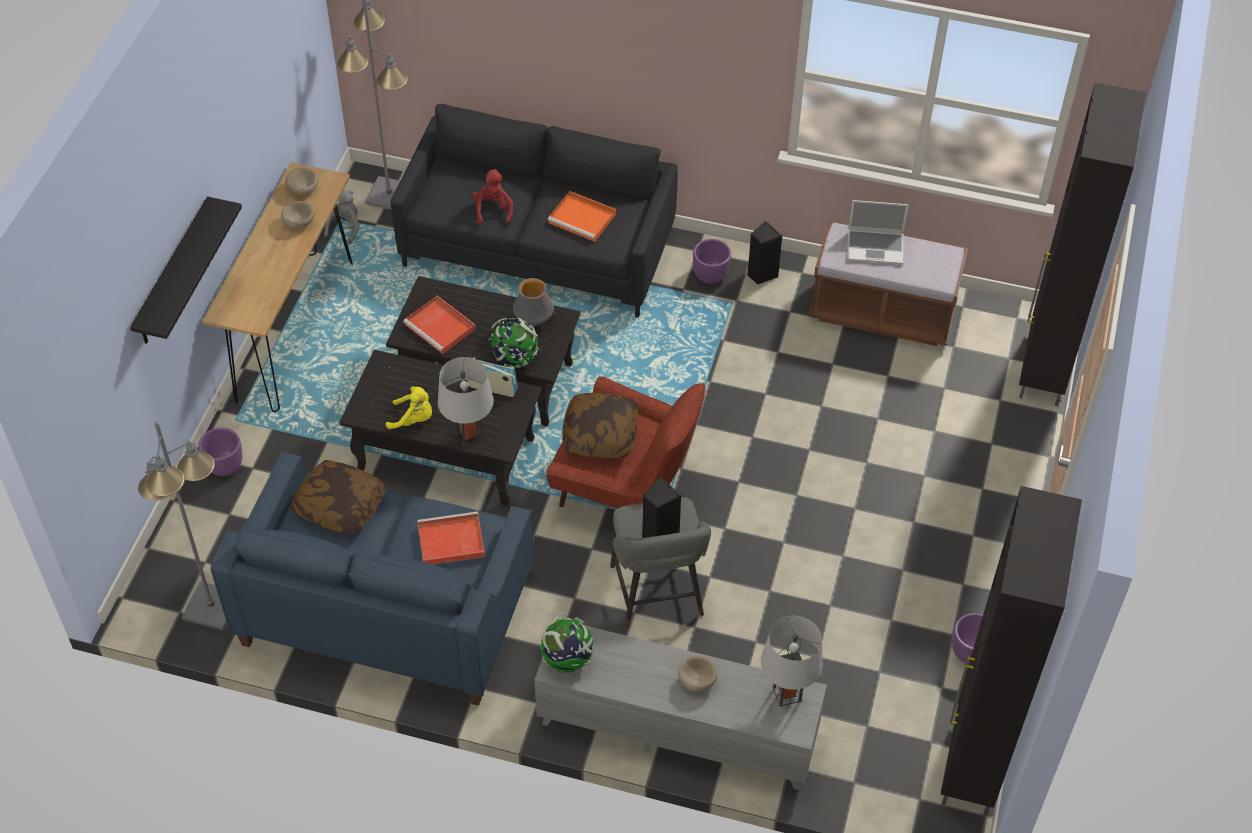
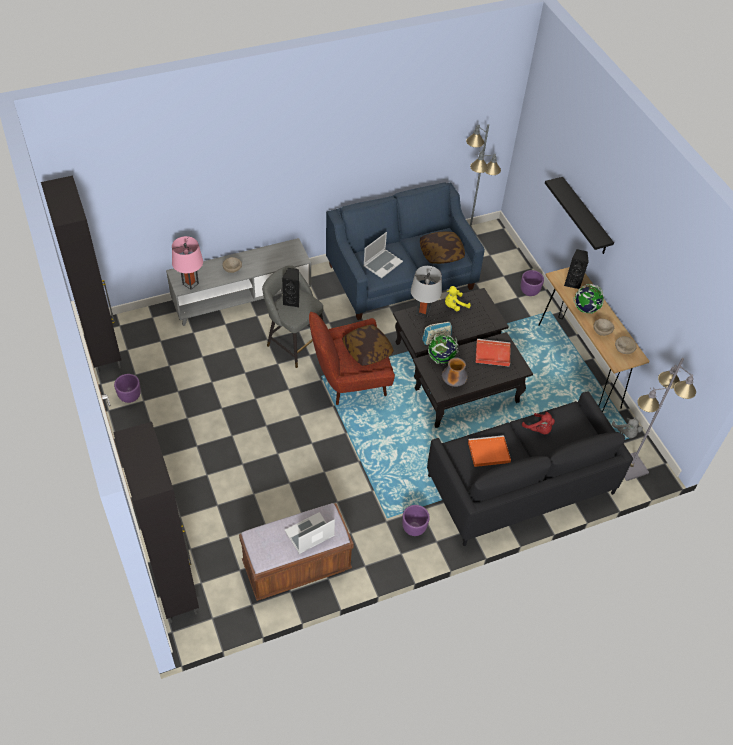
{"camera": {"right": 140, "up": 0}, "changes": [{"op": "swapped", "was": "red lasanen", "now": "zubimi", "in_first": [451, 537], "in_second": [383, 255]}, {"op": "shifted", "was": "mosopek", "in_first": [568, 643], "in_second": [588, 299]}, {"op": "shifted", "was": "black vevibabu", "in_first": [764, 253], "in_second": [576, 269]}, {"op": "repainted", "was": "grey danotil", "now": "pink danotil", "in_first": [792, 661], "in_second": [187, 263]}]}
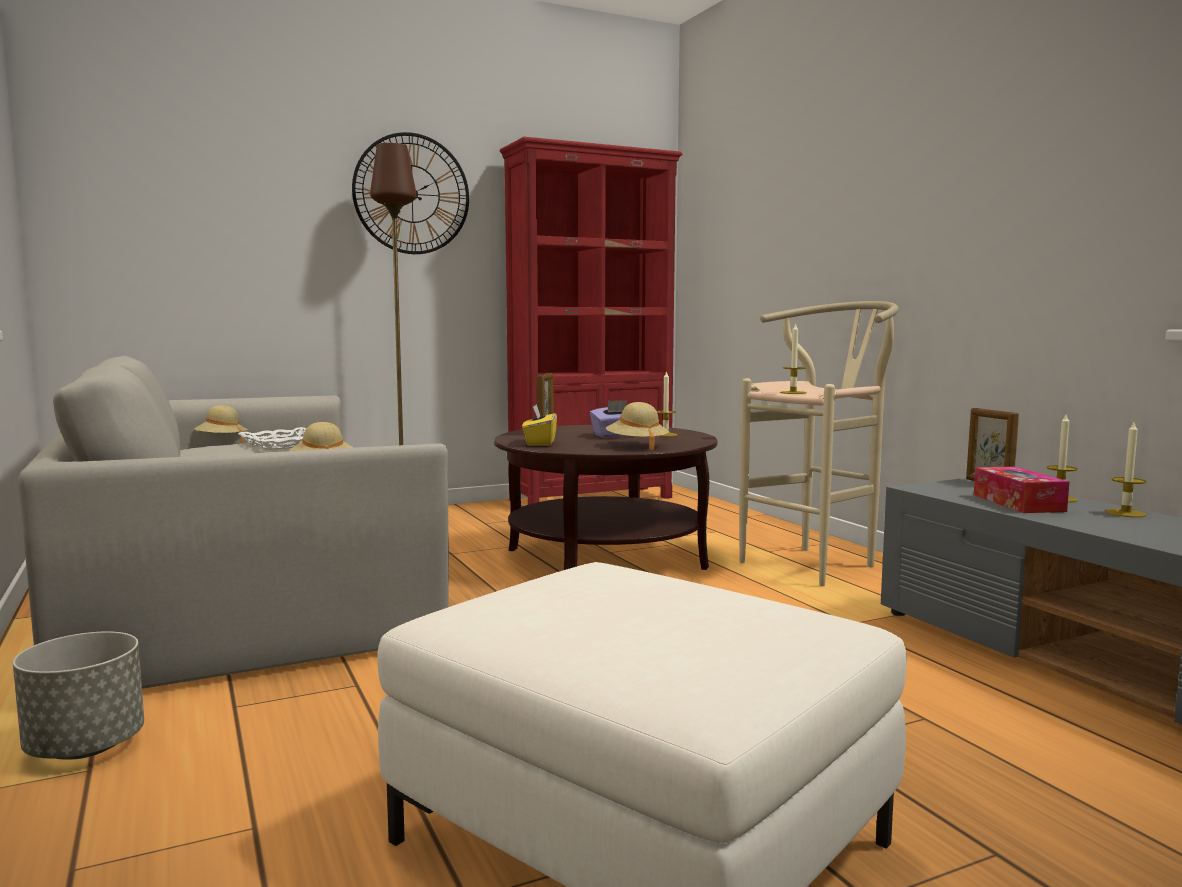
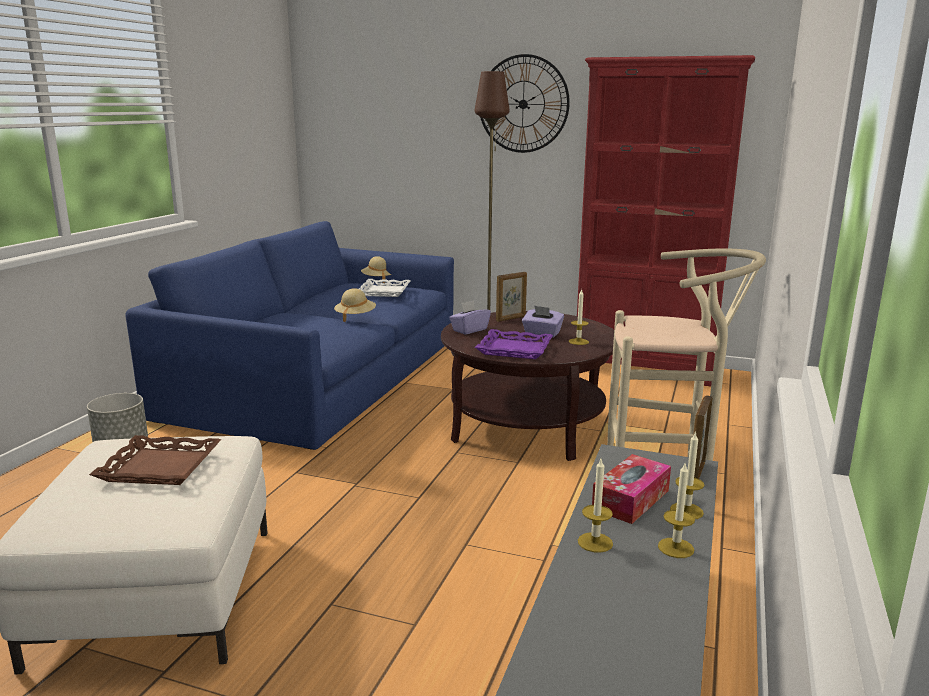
{"camera": {"right": 45, "up": 10}, "changes": [{"op": "repainted", "was": "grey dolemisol", "now": "blue dolemisol", "in_first": [233, 522], "in_second": [290, 335]}, {"op": "repainted", "was": "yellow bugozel", "now": "purple bugozel", "in_first": [539, 425], "in_second": [470, 317]}, {"op": "swapped", "was": "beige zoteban", "now": "purple lasanen", "in_first": [637, 426], "in_second": [514, 344]}, {"op": "shifted", "was": "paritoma", "in_first": [793, 358], "in_second": [595, 506]}, {"op": "new", "now": "brown lasanen", "in_second": [155, 460]}]}
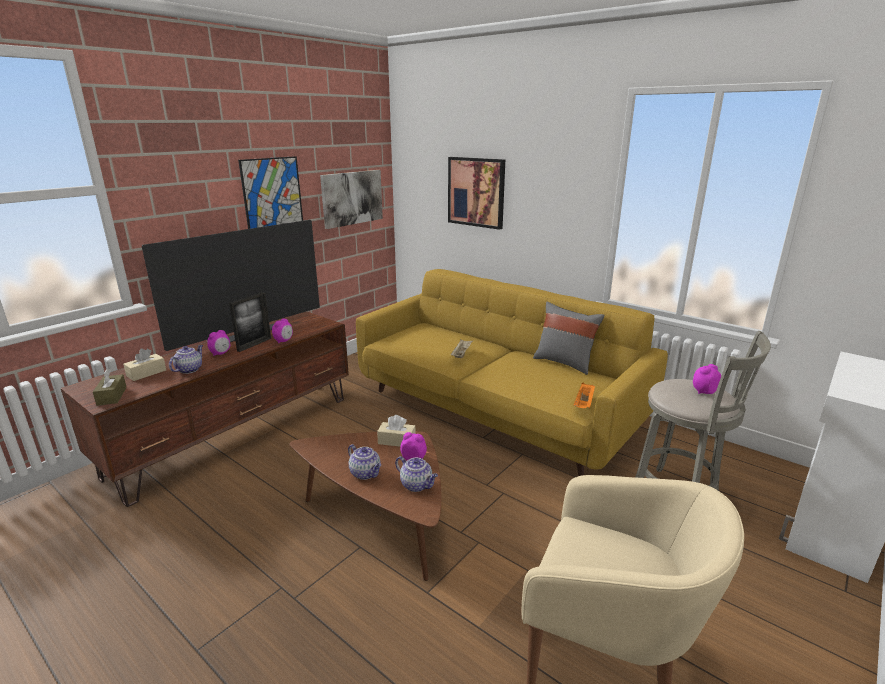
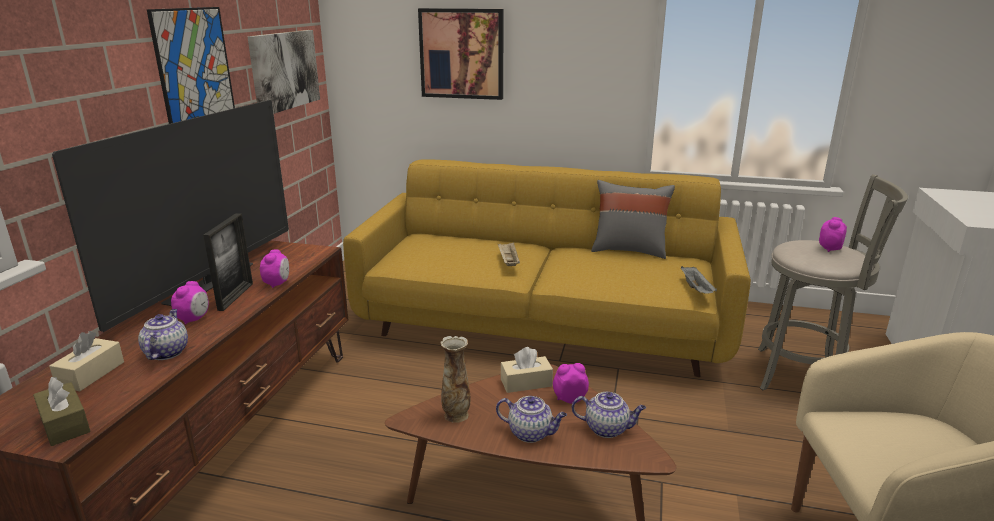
{"camera": {"right": -25, "up": 0}, "changes": [{"op": "repainted", "was": "orange lasanen", "now": "grey lasanen", "in_first": [584, 395], "in_second": [699, 280]}, {"op": "new", "now": "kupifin", "in_second": [455, 379]}]}
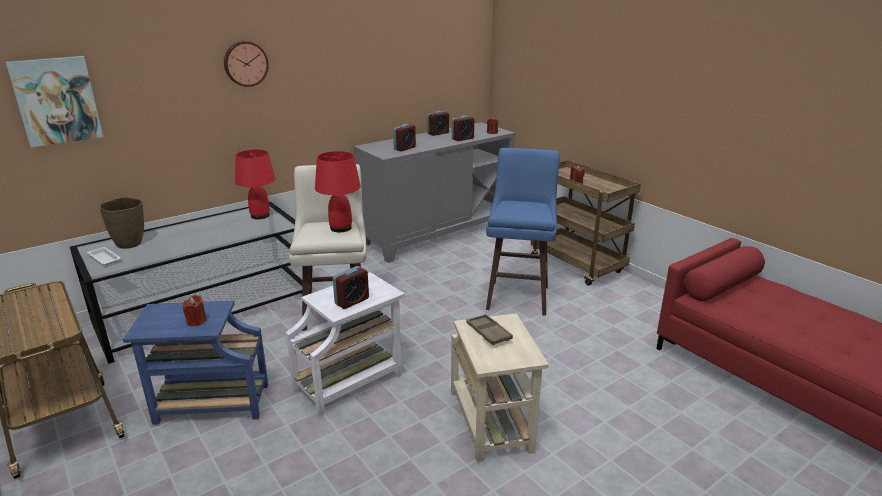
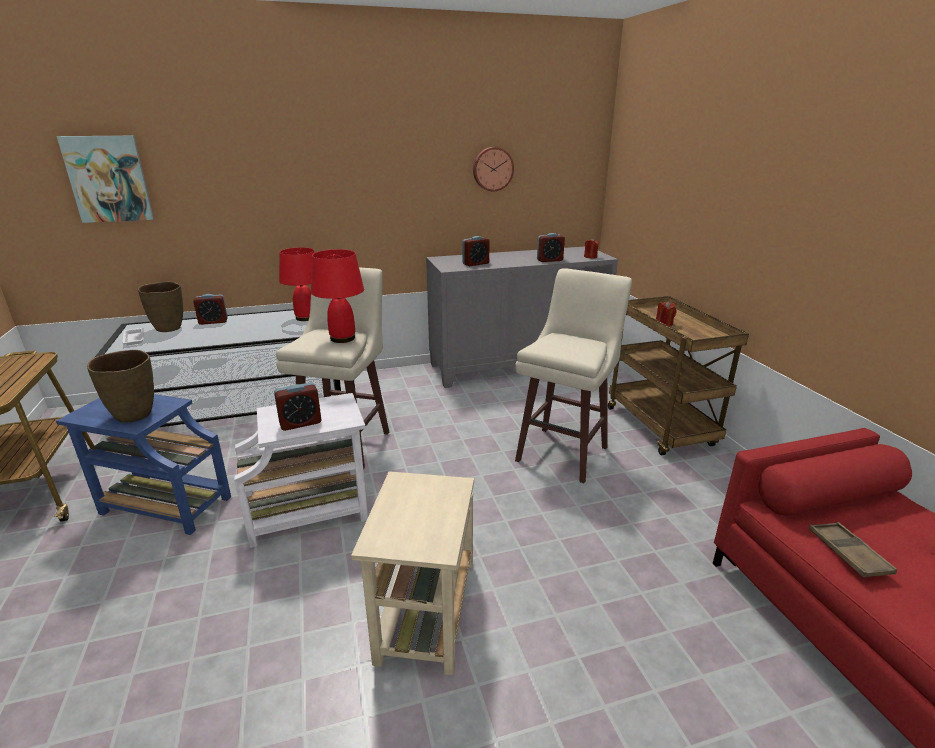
{"camera": {"right": 20, "up": 0}, "changes": [{"op": "swapped", "was": "red paritoma", "now": "brown kupifin", "in_first": [194, 310], "in_second": [120, 386]}, {"op": "shifted", "was": "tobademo", "in_first": [246, 64], "in_second": [493, 169]}, {"op": "shifted", "was": "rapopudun", "in_first": [438, 123], "in_second": [210, 309]}, {"op": "shifted", "was": "brown lasanen", "in_first": [489, 329], "in_second": [853, 549]}, {"op": "repainted", "was": "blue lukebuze", "now": "beige lukebuze", "in_first": [523, 232], "in_second": [573, 375]}]}
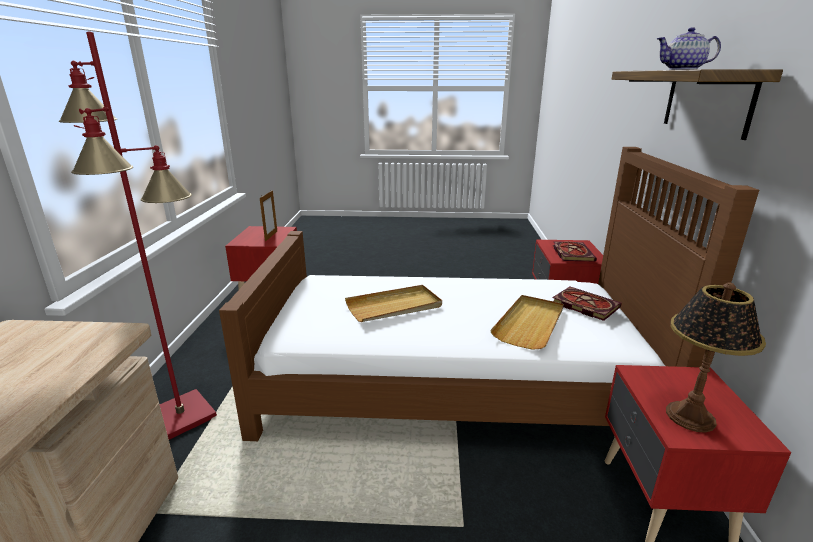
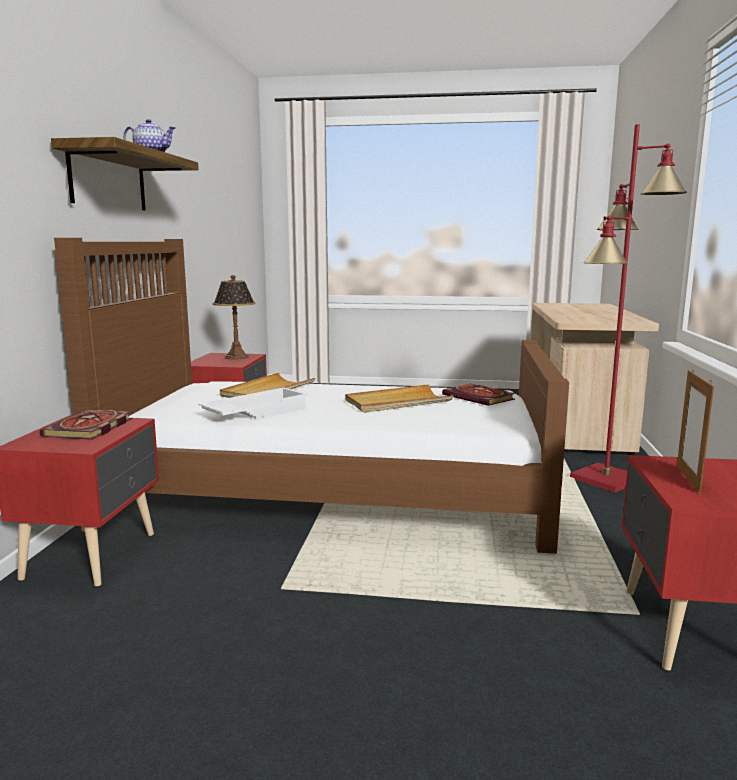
{"camera": {"right": -175, "up": -10}, "changes": [{"op": "shifted", "was": "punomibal", "in_first": [587, 304], "in_second": [478, 395]}, {"op": "new", "now": "white lasanen", "in_second": [253, 402]}]}
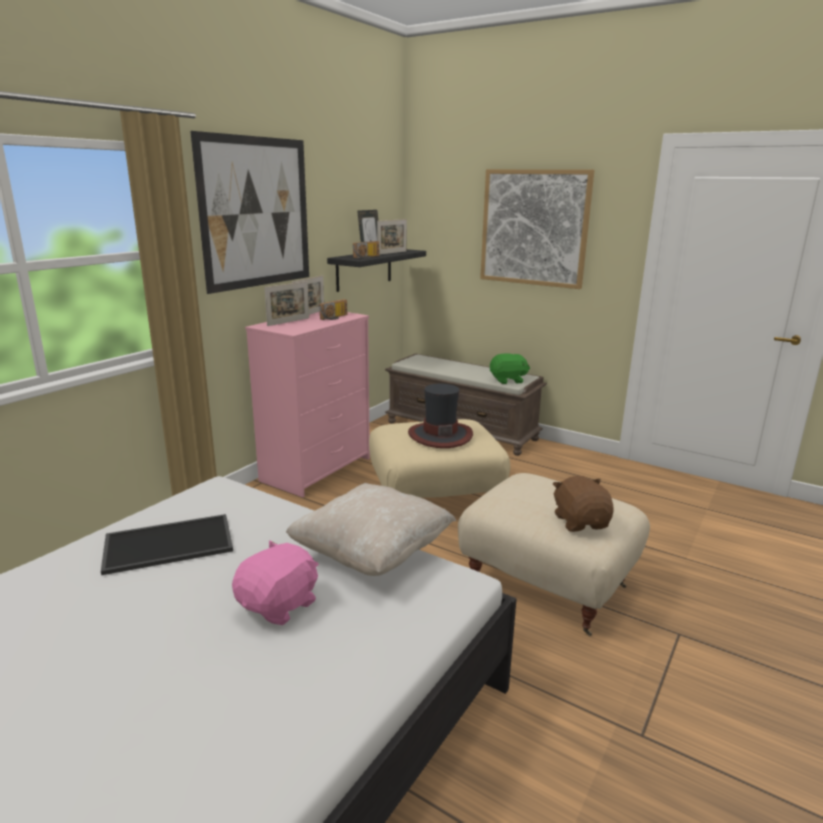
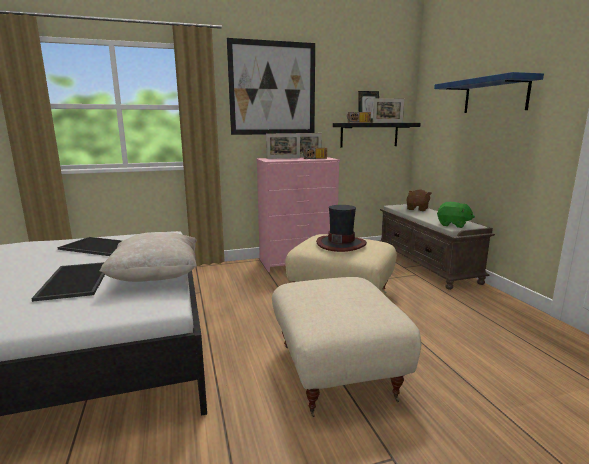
{"camera": {"right": 40, "up": -5}, "changes": [{"op": "swapped", "was": "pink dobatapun", "now": "lasanen", "in_first": [275, 583], "in_second": [68, 282]}, {"op": "swapped", "was": "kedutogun", "now": "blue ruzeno", "in_first": [537, 229], "in_second": [489, 92]}, {"op": "shifted", "was": "brown dobatapun", "in_first": [583, 504], "in_second": [419, 200]}]}
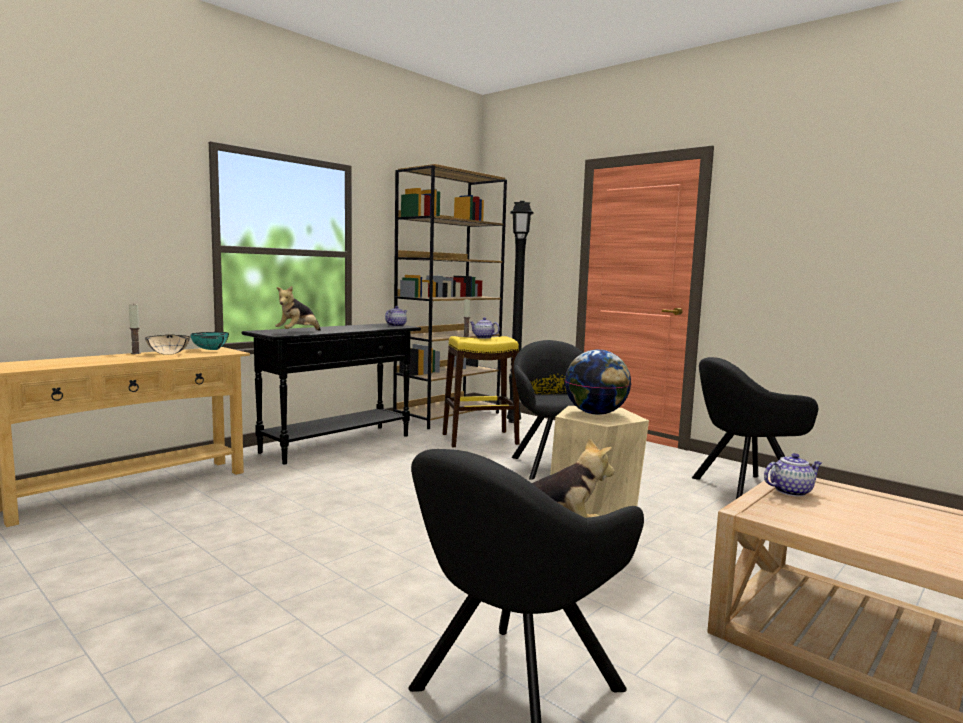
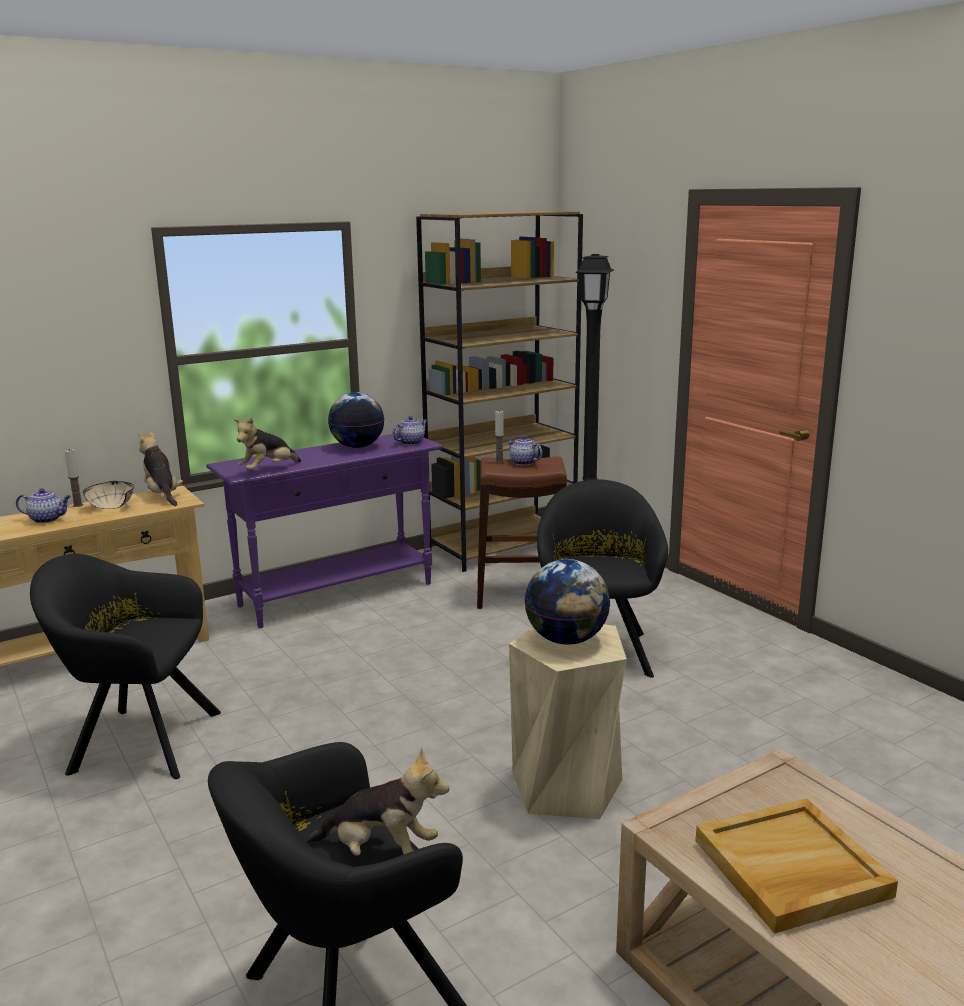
{"camera": {"right": 15, "up": 10}, "changes": [{"op": "swapped", "was": "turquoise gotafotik", "now": "dobatapun", "in_first": [210, 341], "in_second": [160, 468]}, {"op": "repainted", "was": "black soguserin", "now": "purple soguserin", "in_first": [331, 393], "in_second": [324, 530]}, {"op": "repainted", "was": "yellow lukebuze", "now": "brown lukebuze", "in_first": [481, 391], "in_second": [522, 532]}, {"op": "shifted", "was": "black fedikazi", "in_first": [755, 428], "in_second": [125, 666]}, {"op": "shifted", "was": "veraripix", "in_first": [793, 475], "in_second": [43, 505]}, {"op": "new", "now": "mosopek", "in_second": [356, 420]}, {"op": "new", "now": "beige lasanen", "in_second": [797, 866]}]}
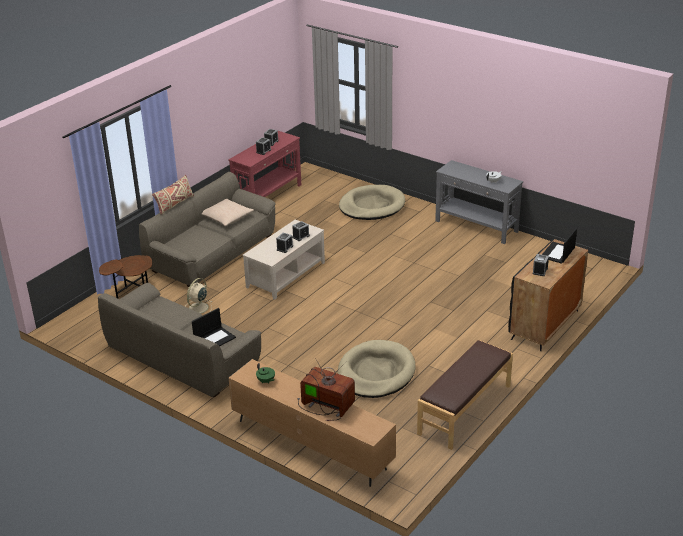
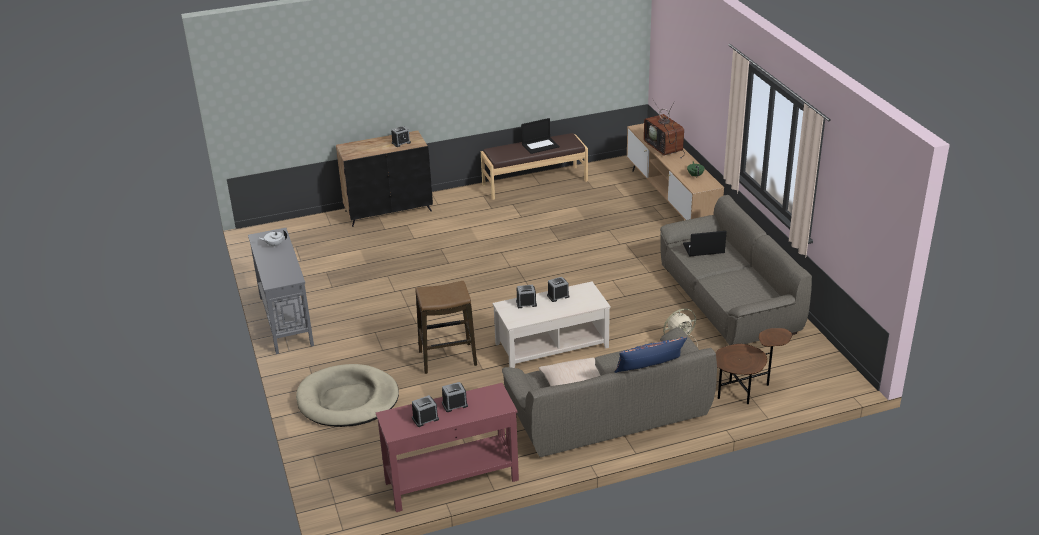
{"camera": {"right": -145, "up": 0}, "changes": [{"op": "repainted", "was": "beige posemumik", "now": "blue posemumik", "in_first": [173, 195], "in_second": [651, 355]}, {"op": "gone", "was": "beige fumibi", "in_first": [377, 369]}, {"op": "shifted", "was": "zubimi", "in_first": [559, 246], "in_second": [540, 136]}, {"op": "new", "now": "lukebuze", "in_second": [446, 327]}]}
